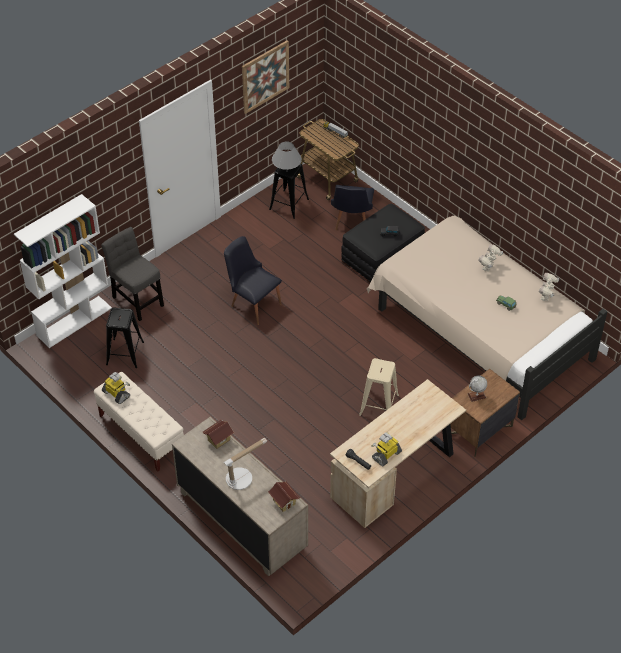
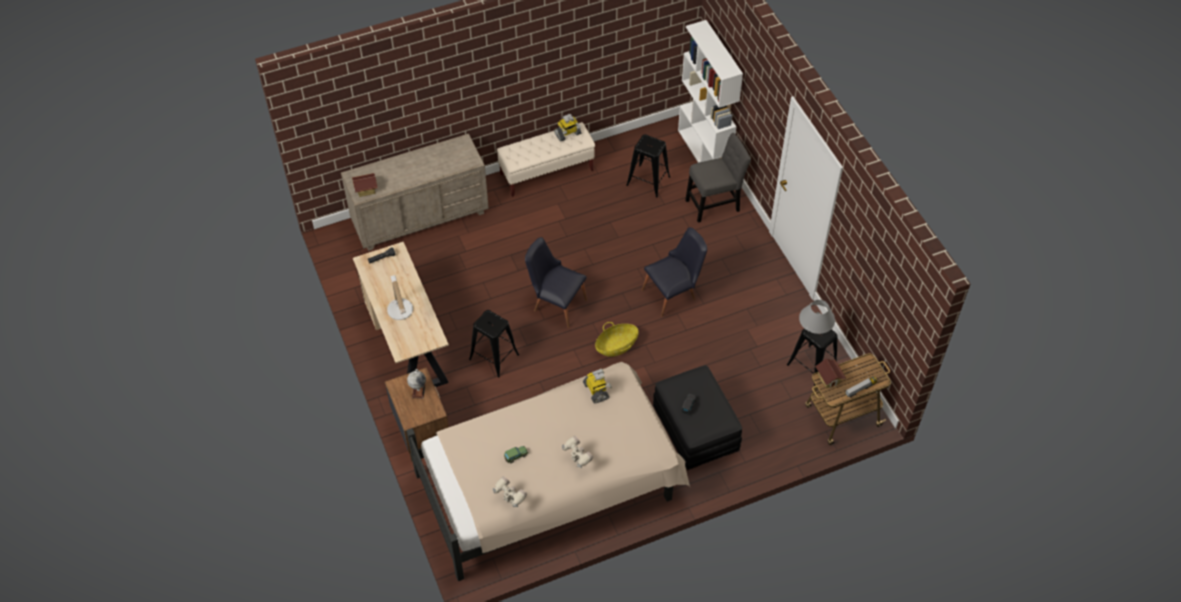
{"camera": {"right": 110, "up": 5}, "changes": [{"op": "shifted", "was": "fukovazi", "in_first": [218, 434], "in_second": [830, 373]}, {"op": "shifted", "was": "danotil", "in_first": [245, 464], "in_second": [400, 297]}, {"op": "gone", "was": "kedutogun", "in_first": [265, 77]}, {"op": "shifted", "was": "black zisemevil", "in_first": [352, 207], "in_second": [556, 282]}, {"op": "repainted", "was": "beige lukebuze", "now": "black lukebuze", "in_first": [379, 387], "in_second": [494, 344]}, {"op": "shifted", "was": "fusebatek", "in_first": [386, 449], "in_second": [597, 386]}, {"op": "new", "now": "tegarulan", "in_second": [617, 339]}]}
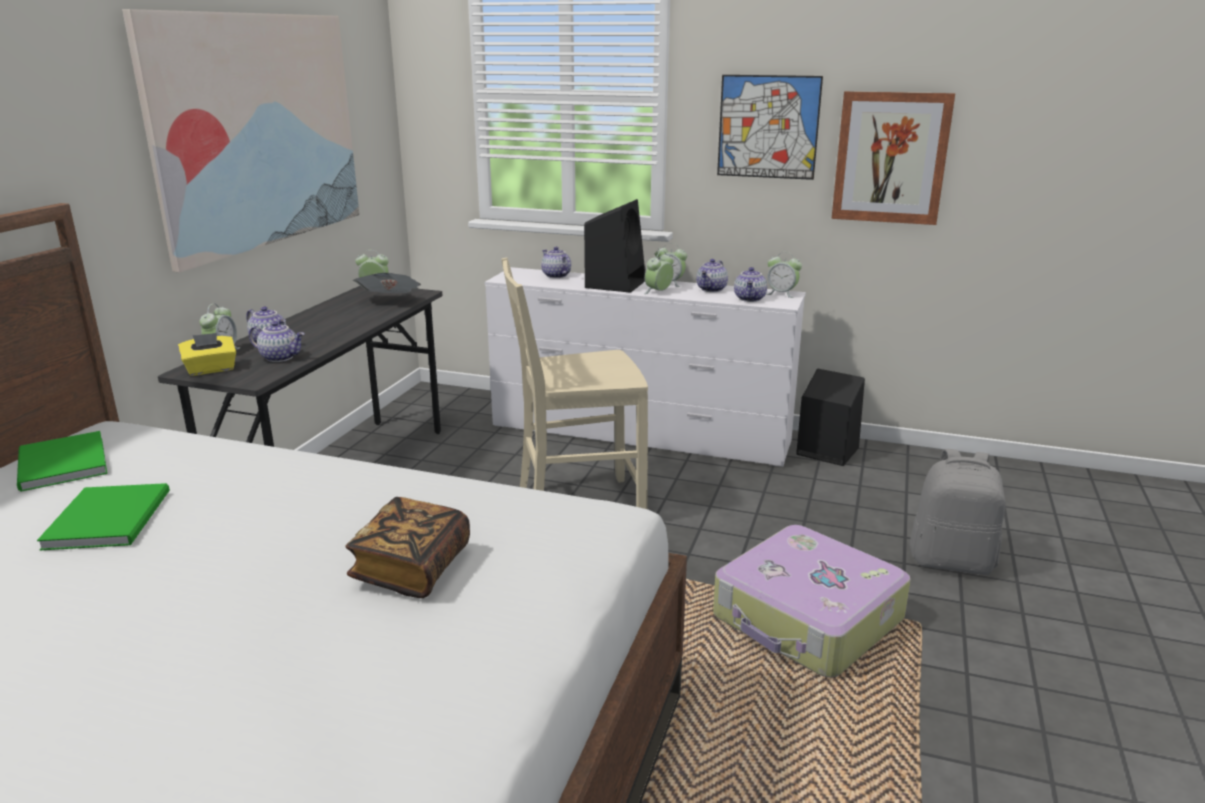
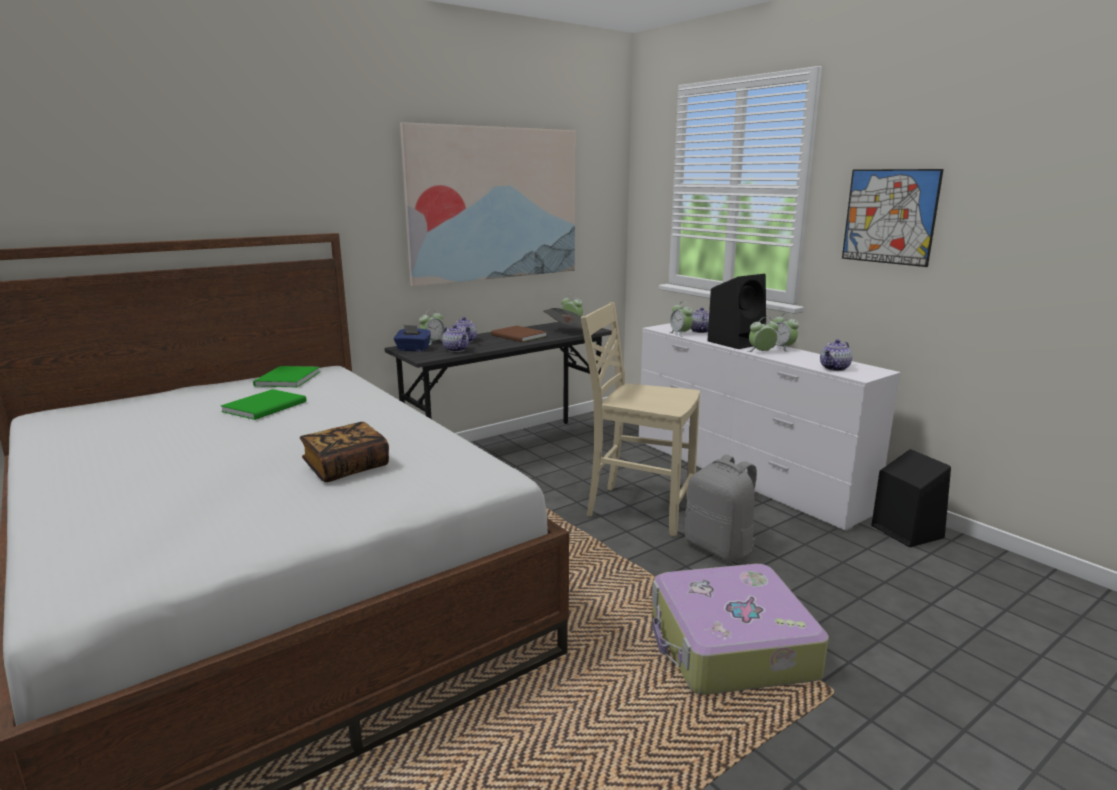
{"camera": {"right": 35, "up": -5}, "changes": [{"op": "repainted", "was": "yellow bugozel", "now": "blue bugozel", "in_first": [207, 354], "in_second": [412, 338]}, {"op": "gone", "was": "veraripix", "in_first": [712, 275]}, {"op": "shifted", "was": "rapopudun", "in_first": [784, 275], "in_second": [681, 319]}, {"op": "gone", "was": "kedutogun", "in_first": [893, 158]}, {"op": "shifted", "was": "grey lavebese", "in_first": [958, 512], "in_second": [721, 508]}, {"op": "new", "now": "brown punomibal", "in_second": [519, 334]}]}
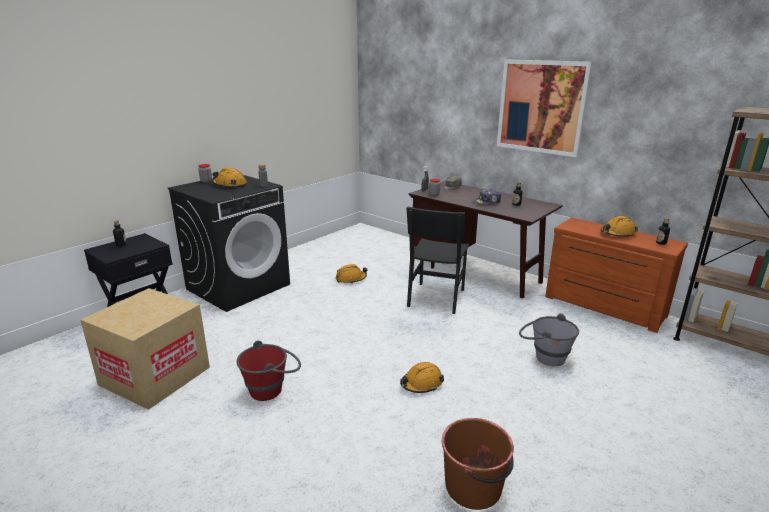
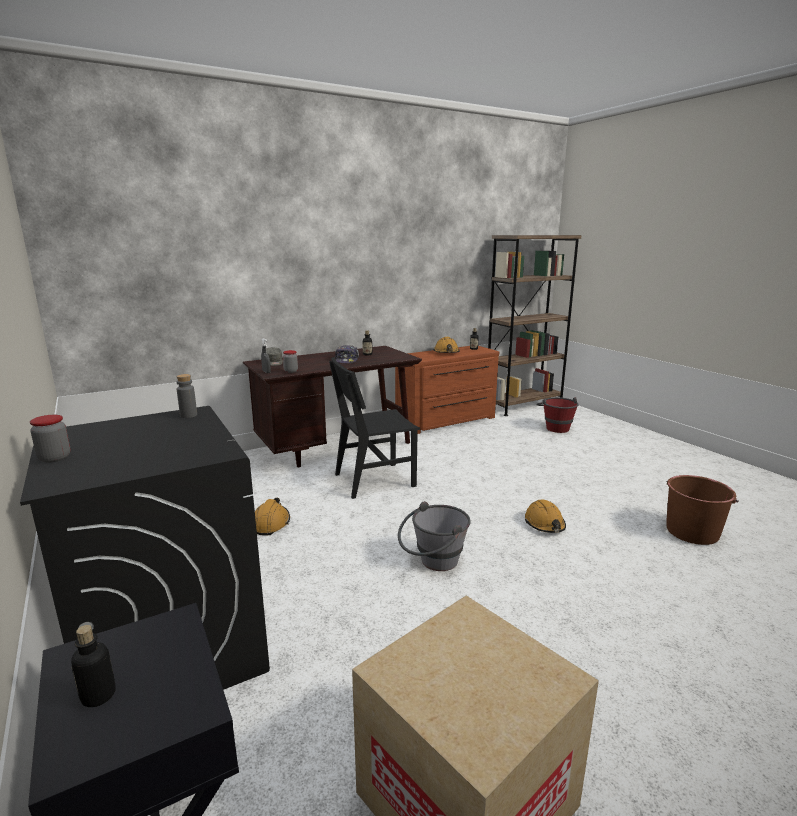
{"camera": {"right": -70, "up": -5}, "changes": [{"op": "gone", "was": "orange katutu", "in_first": [230, 178]}, {"op": "shifted", "was": "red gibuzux", "in_first": [268, 370], "in_second": [557, 415]}, {"op": "rotated", "was": "black zisemevil", "in_first": [438, 260], "in_second": [374, 428], "clockwise": 120}, {"op": "gone", "was": "kedutogun", "in_first": [545, 108]}, {"op": "shifted", "was": "grey gibuzux", "in_first": [549, 339], "in_second": [434, 536]}]}
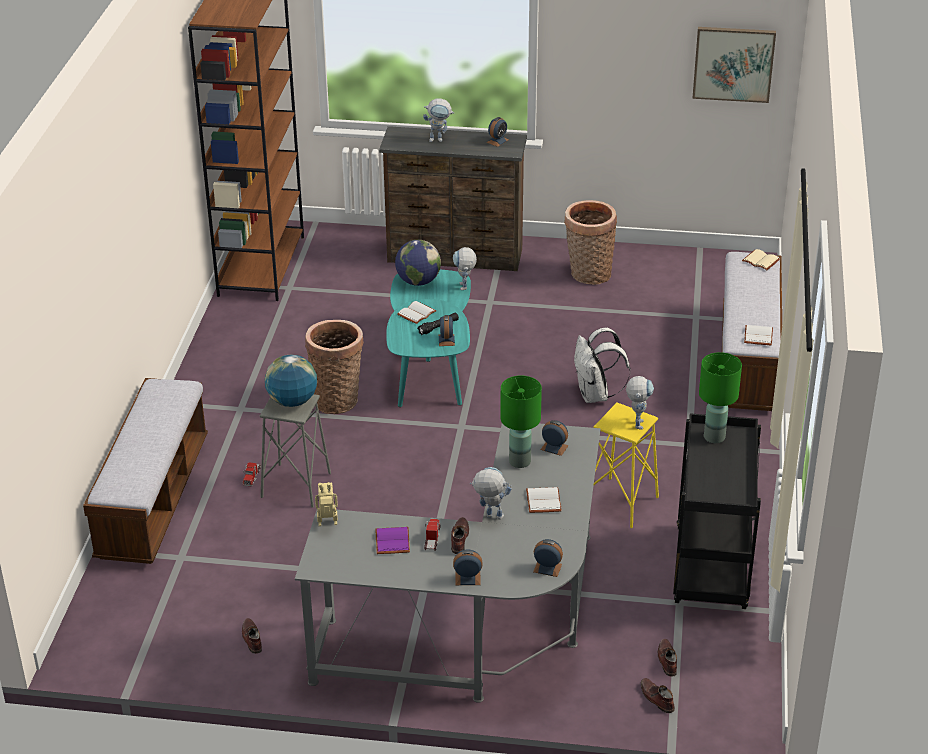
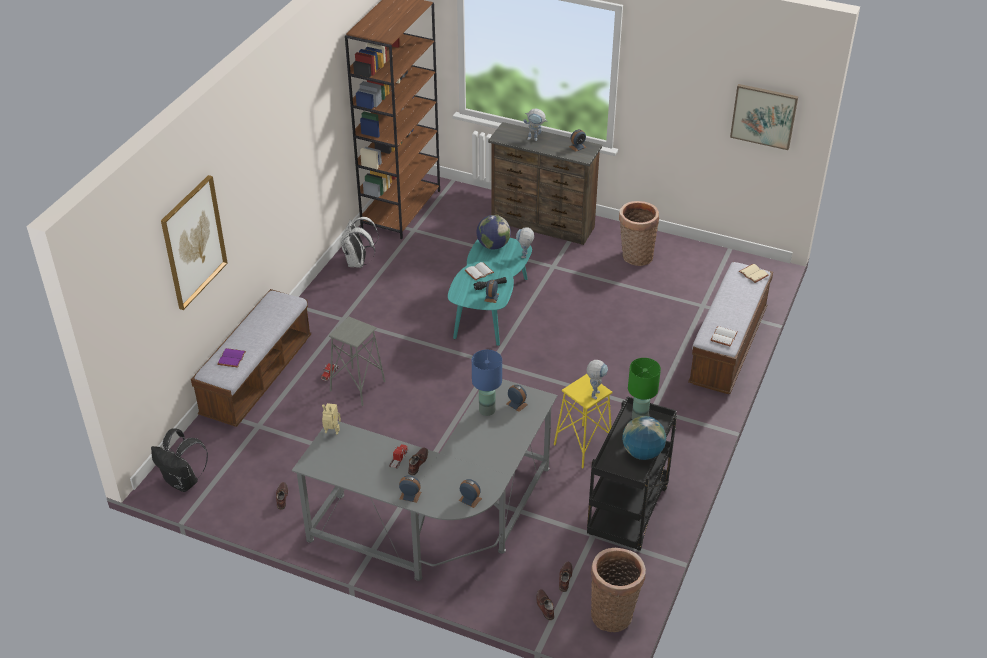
{"camera": {"right": 15, "up": 5}, "changes": [{"op": "shifted", "was": "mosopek", "in_first": [291, 381], "in_second": [644, 438]}, {"op": "shifted", "was": "tegarulan", "in_first": [334, 367], "in_second": [618, 590]}, {"op": "shifted", "was": "purple punomibal", "in_first": [392, 540], "in_second": [231, 358]}, {"op": "gone", "was": "fusebatek", "in_first": [491, 493]}, {"op": "repainted", "was": "green danotil", "now": "blue danotil", "in_first": [521, 422], "in_second": [487, 383]}, {"op": "gone", "was": "white punomibal", "in_first": [544, 500]}, {"op": "shifted", "was": "white lavebese", "in_first": [602, 365], "in_second": [360, 242]}, {"op": "new", "now": "black lavebese", "in_second": [179, 460]}, {"op": "new", "now": "kedutogun", "in_second": [194, 242]}]}
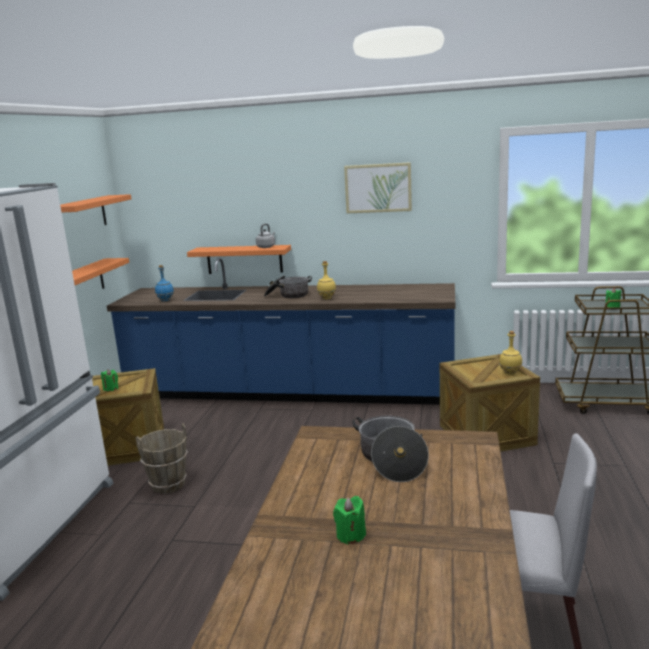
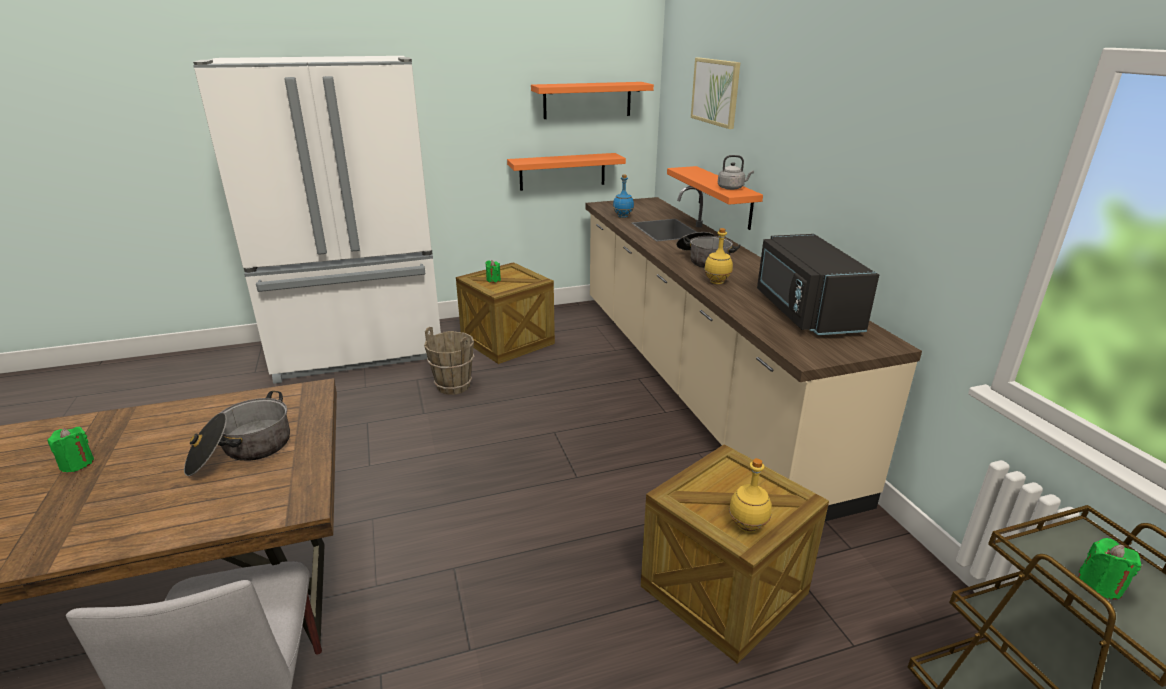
{"camera": {"right": 60, "up": 10}, "changes": [{"op": "repainted", "was": "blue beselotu", "now": "beige beselotu", "in_first": [281, 331], "in_second": [753, 353]}, {"op": "shifted", "was": "kedutogun", "in_first": [378, 187], "in_second": [715, 93]}, {"op": "new", "now": "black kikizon", "in_second": [818, 284]}]}
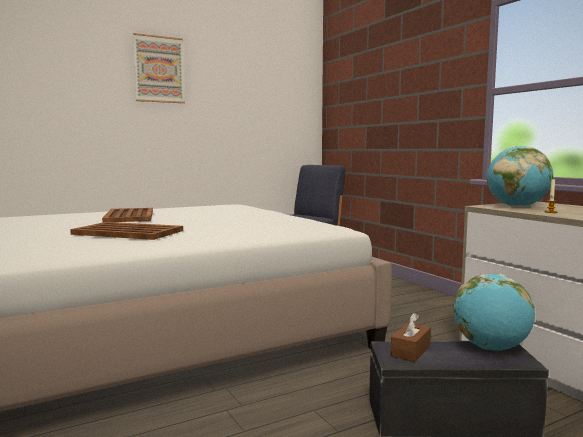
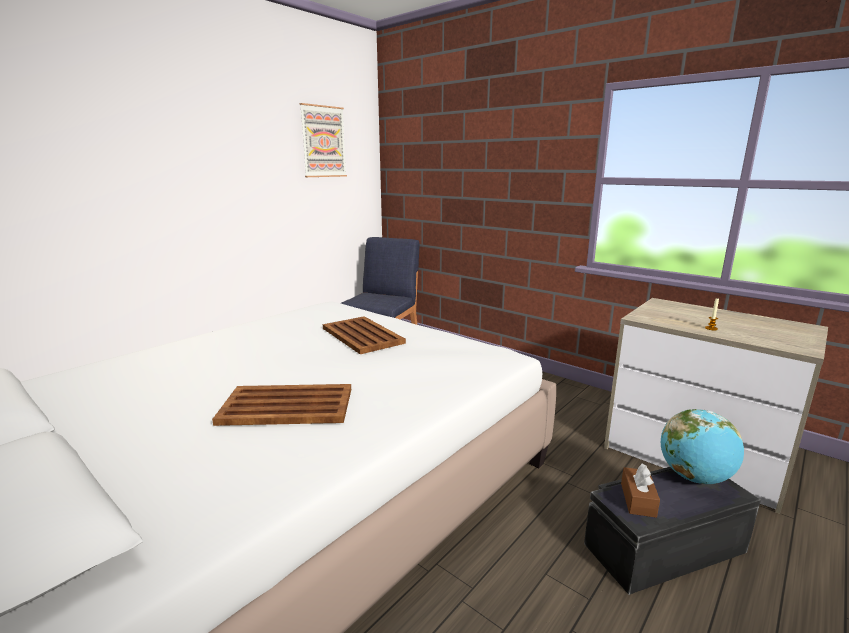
{"camera": {"right": -20, "up": 10}, "changes": [{"op": "shifted", "was": "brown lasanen", "in_first": [127, 215], "in_second": [364, 335]}, {"op": "shifted", "was": "kedutogun", "in_first": [159, 68], "in_second": [323, 140]}, {"op": "gone", "was": "mosopek", "in_first": [520, 176]}]}
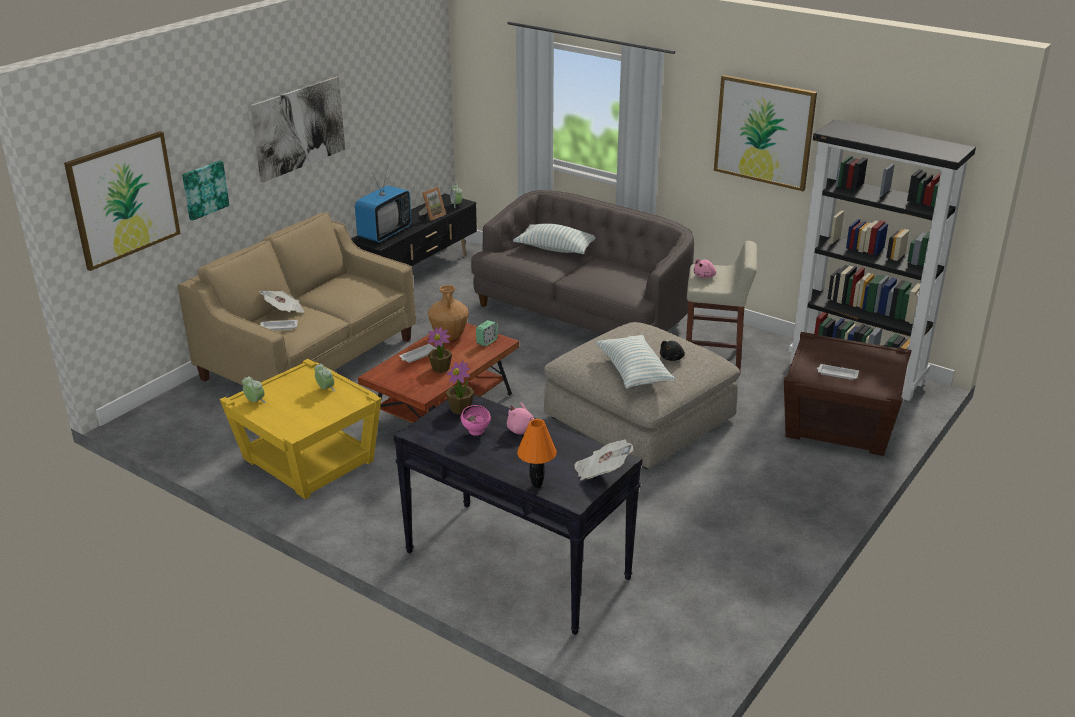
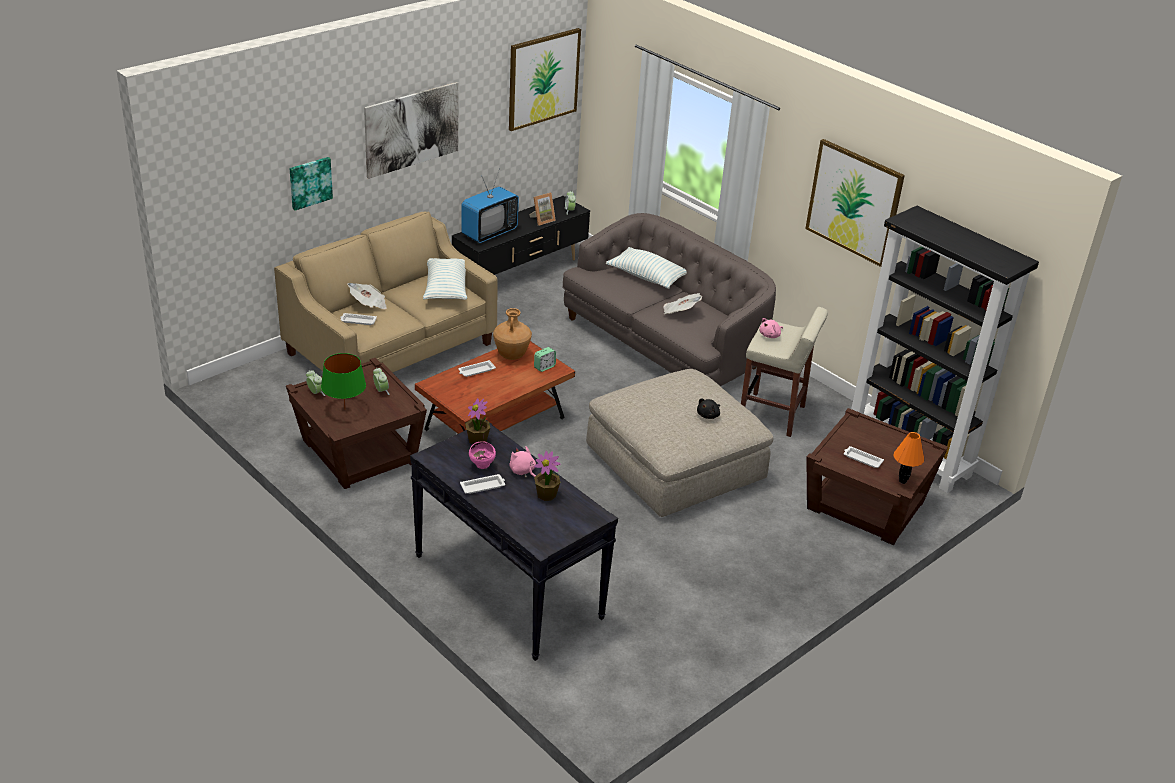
{"camera": {"right": 10, "up": 5}, "changes": [{"op": "shifted", "was": "kedutogun", "in_first": [122, 201], "in_second": [545, 79]}, {"op": "repainted", "was": "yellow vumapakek", "now": "brown vumapakek", "in_first": [300, 429], "in_second": [356, 423]}, {"op": "shifted", "was": "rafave", "in_first": [439, 350], "in_second": [547, 476]}, {"op": "shifted", "was": "orange danotil", "in_first": [537, 453], "in_second": [908, 458]}, {"op": "shifted", "was": "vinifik", "in_first": [603, 460], "in_second": [682, 303]}, {"op": "shifted", "was": "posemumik", "in_first": [636, 362], "in_second": [445, 279]}, {"op": "new", "now": "green danotil", "in_second": [343, 380]}, {"op": "new", "now": "white lasanen", "in_second": [482, 484]}]}
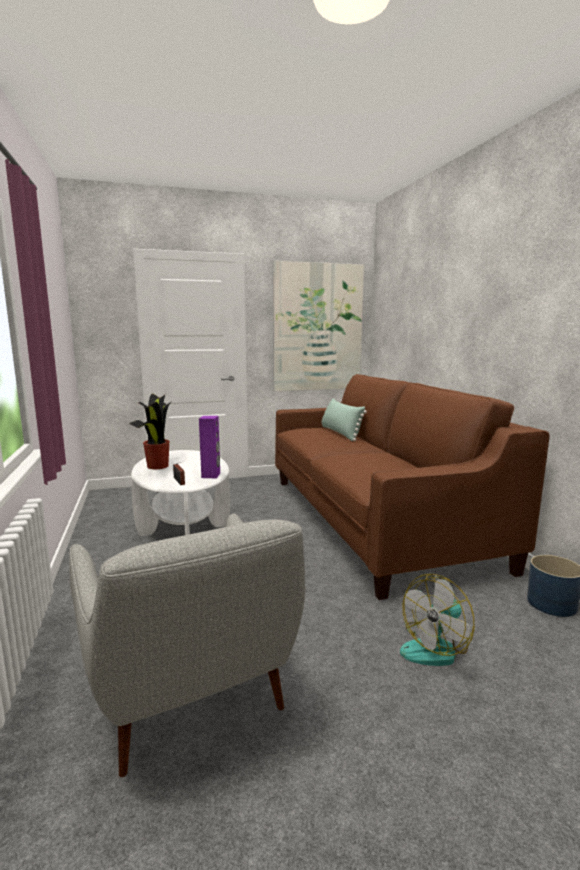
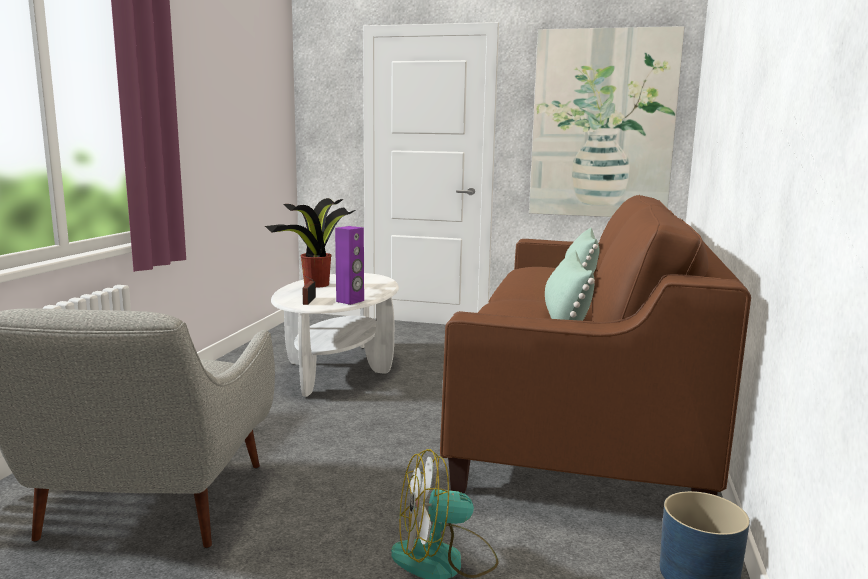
{"camera": {"right": 30, "up": 0}, "changes": [{"op": "new", "now": "green posemumik", "in_second": [570, 285]}]}
